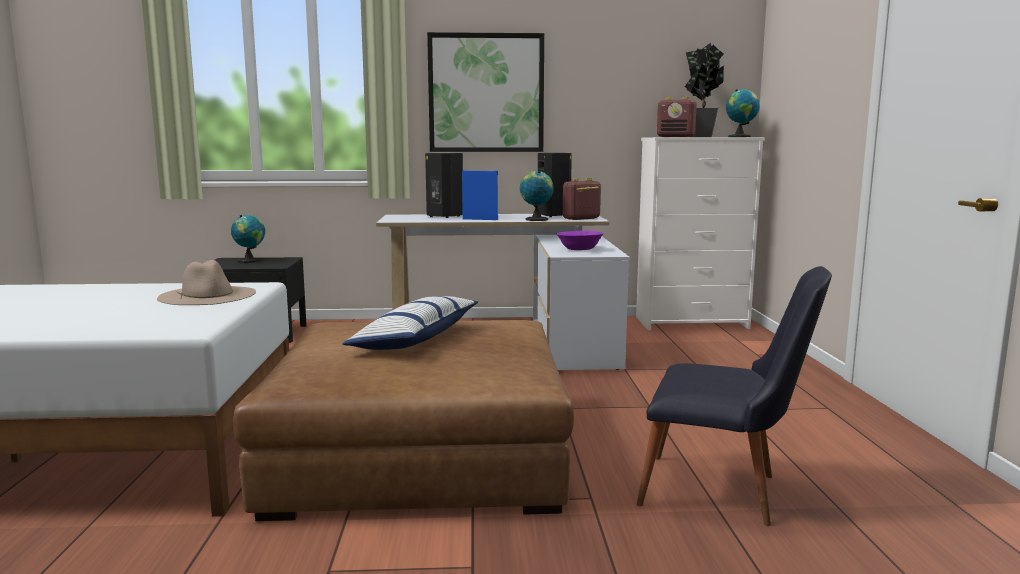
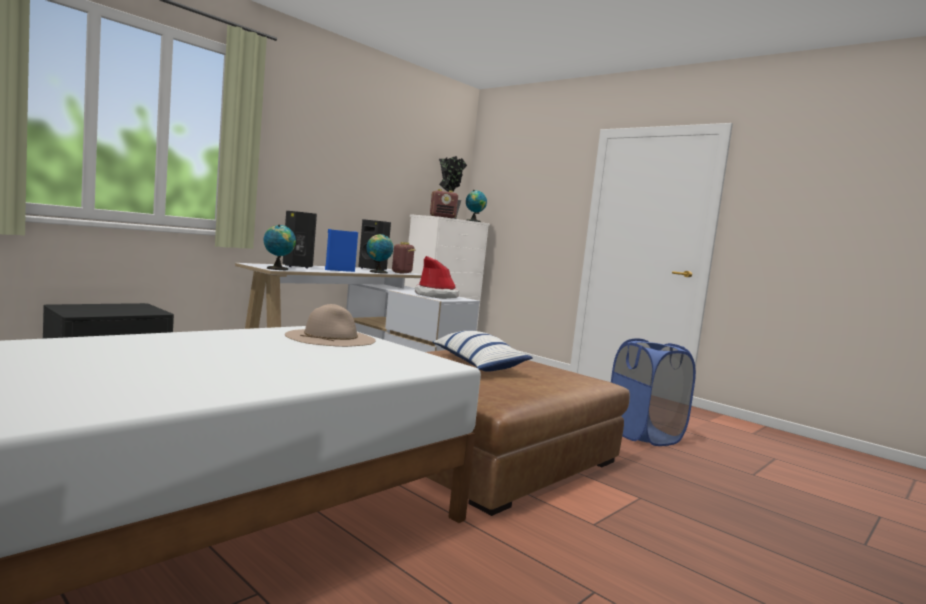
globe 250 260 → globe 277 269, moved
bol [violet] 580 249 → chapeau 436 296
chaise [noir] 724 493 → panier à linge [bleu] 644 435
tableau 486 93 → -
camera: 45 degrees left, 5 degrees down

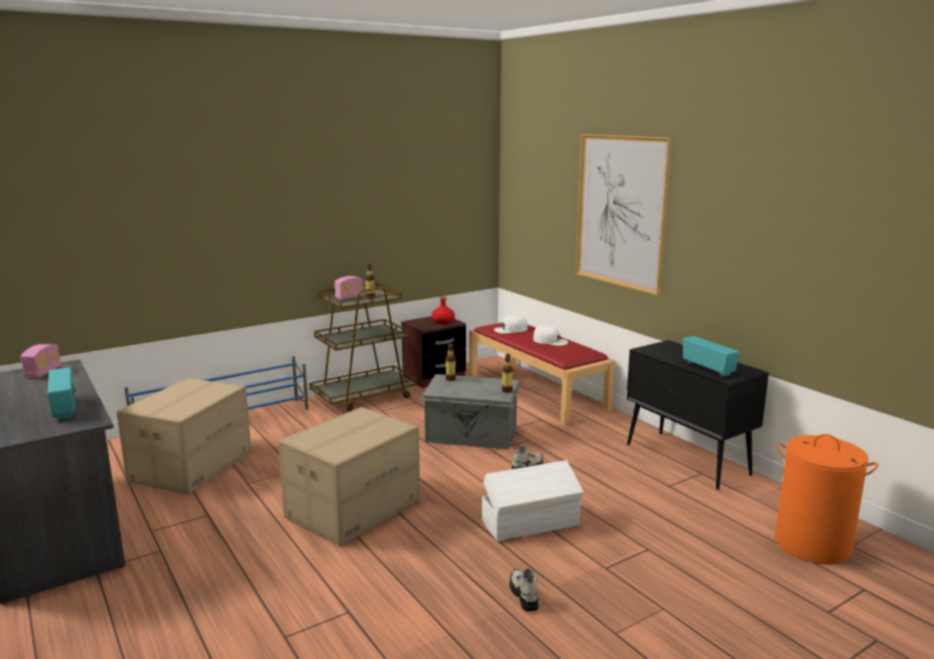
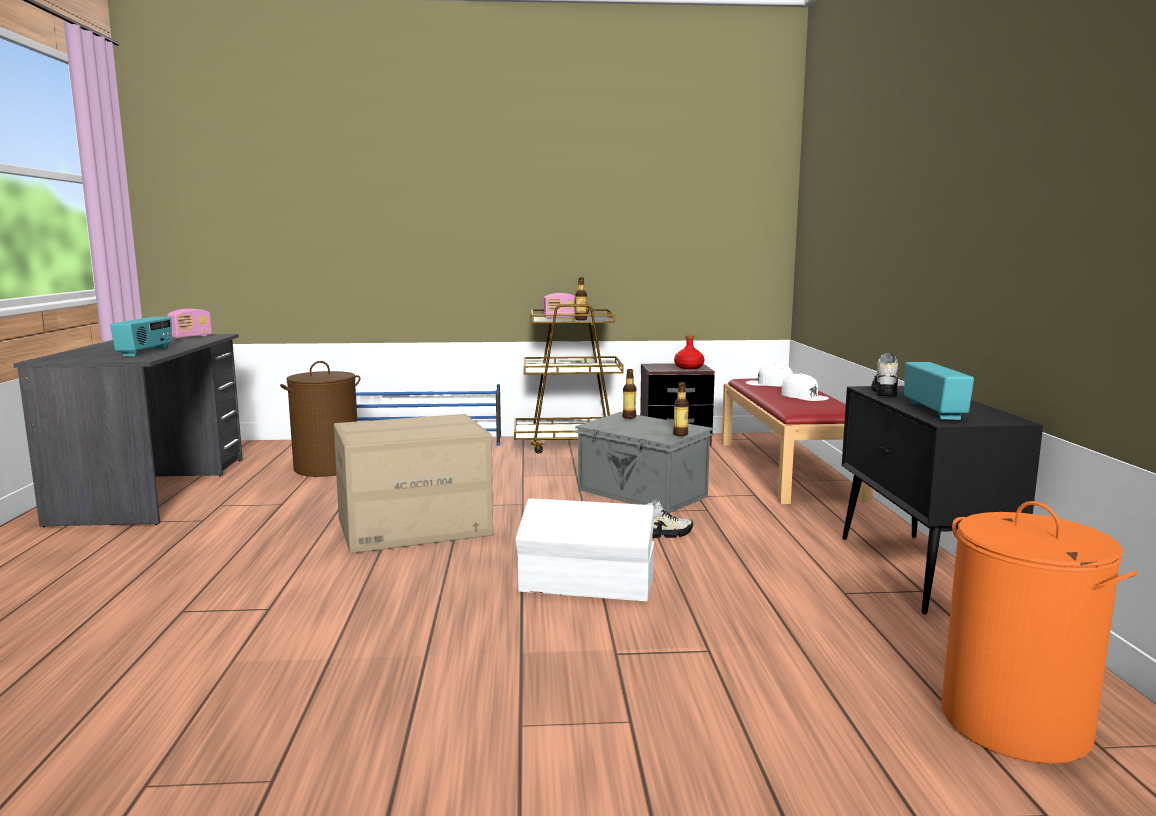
carton 191 466 → panier à linge [marron] 327 468
chaussure 523 595 → chaussure 884 392, moved
tableau 621 211 → -
camera: 30 degrees right, 5 degrees down

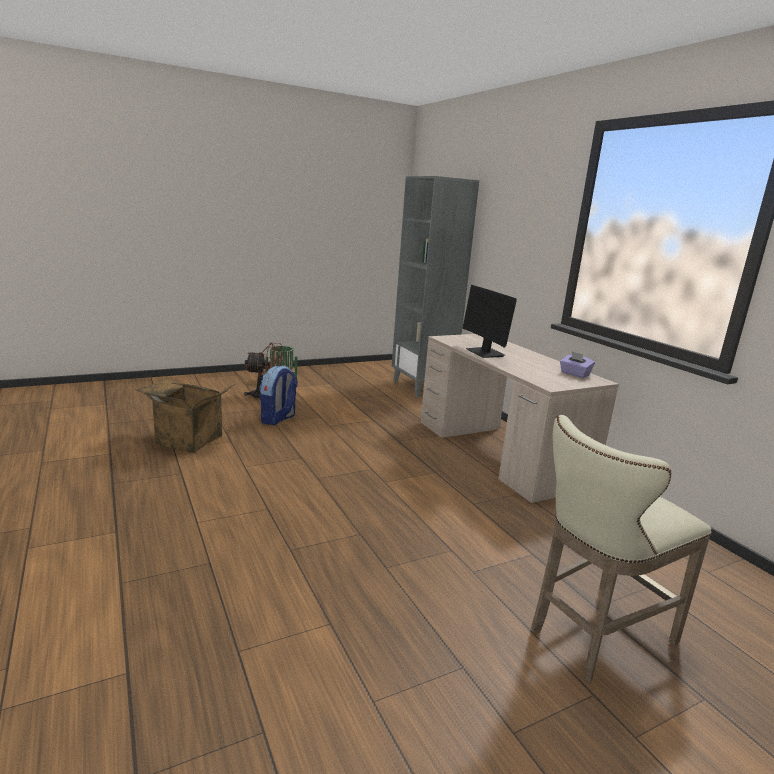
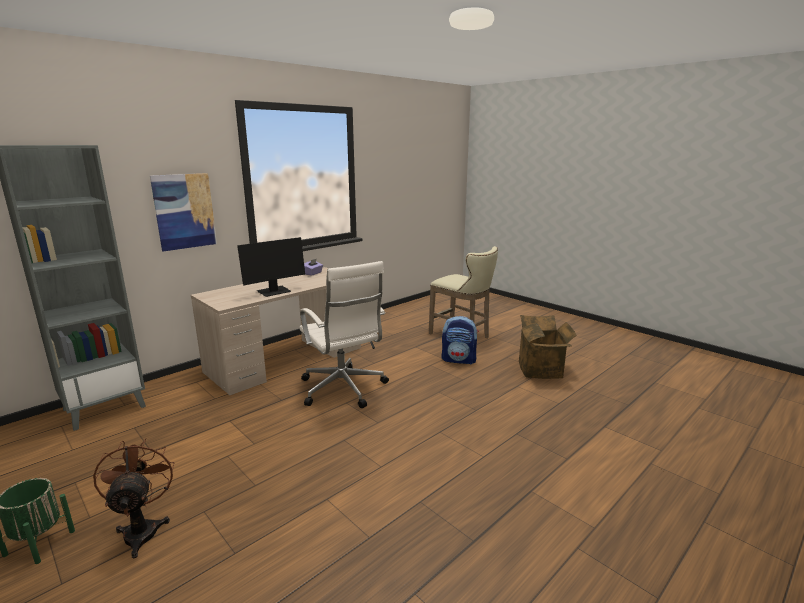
- → tableau 184 211
- → chaise de bureau [blanc] 343 389
sac à dos 278 419 → sac à dos 459 360, moved
carton 186 440 → carton 542 370, moved
camera: 105 degrees left, 0 degrees up

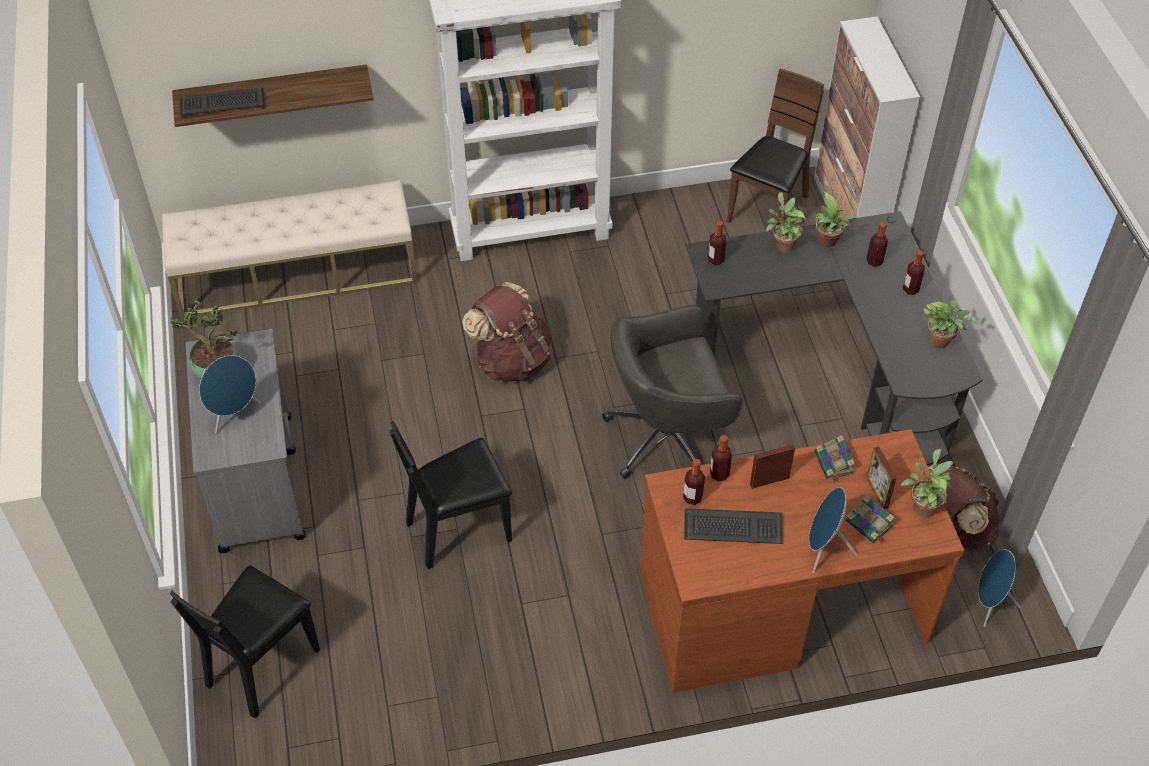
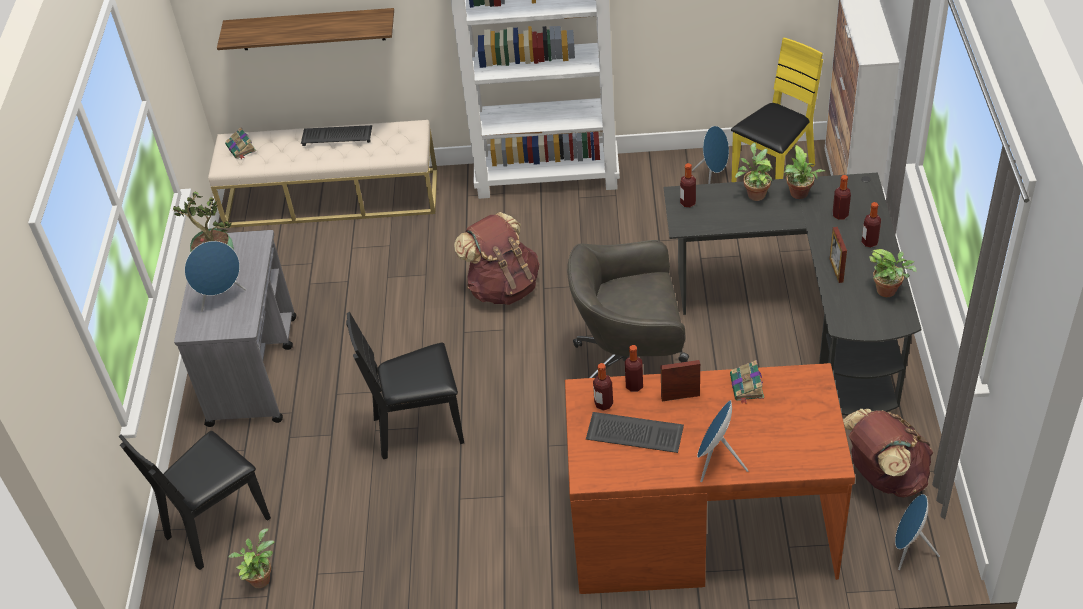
livre 870 525 → livre 241 148, moved
plante en pot 923 505 → plante en pot 260 577, moved
clavier 223 103 → clavier 338 136, moved
- → enceinte [bleu] 713 176
chaise [marron] 768 210 → chaise [jaune] 774 175
cadre photo 877 492 → cadre photo 836 270, moved
camera: 15 degrees right, 5 degrees down

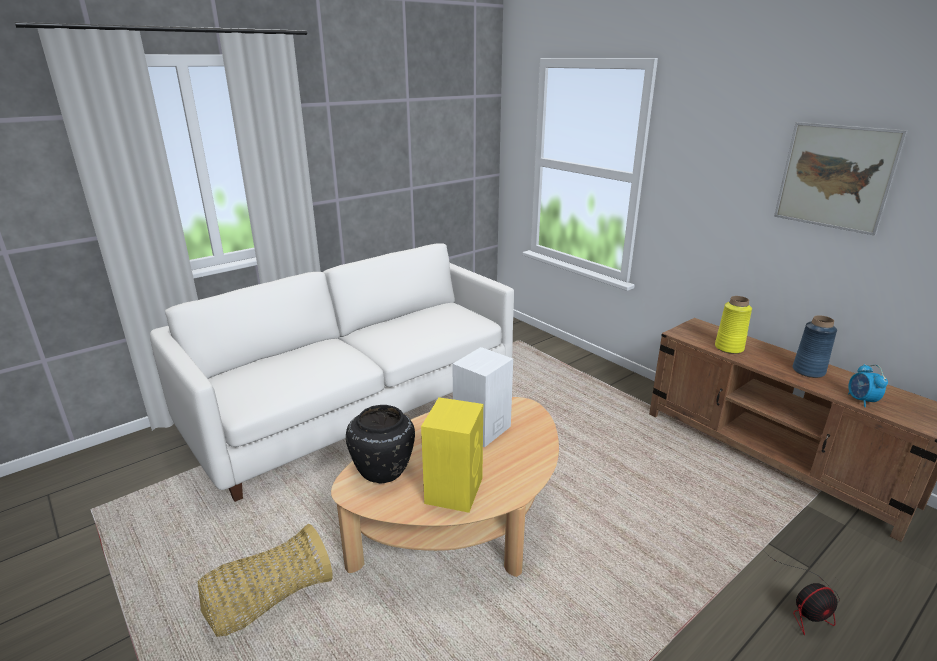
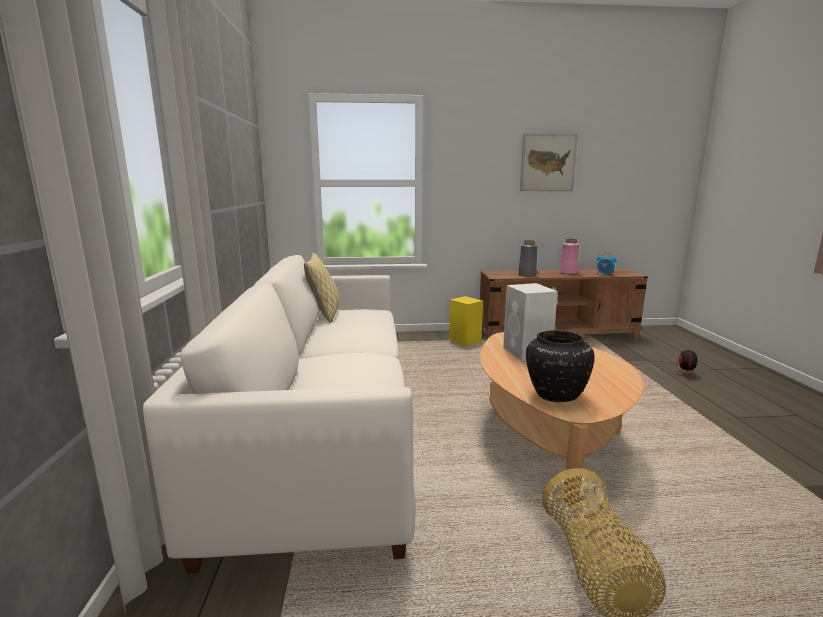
- → coussin 324 314
enceinte [jaune] 454 489 → enceinte [jaune] 464 341, moved
vase [jaune] 728 348 → vase [gris] 527 275
vase [bleu] 808 371 → vase [rose] 568 272
camera: 55 degrees left, 10 degrees down

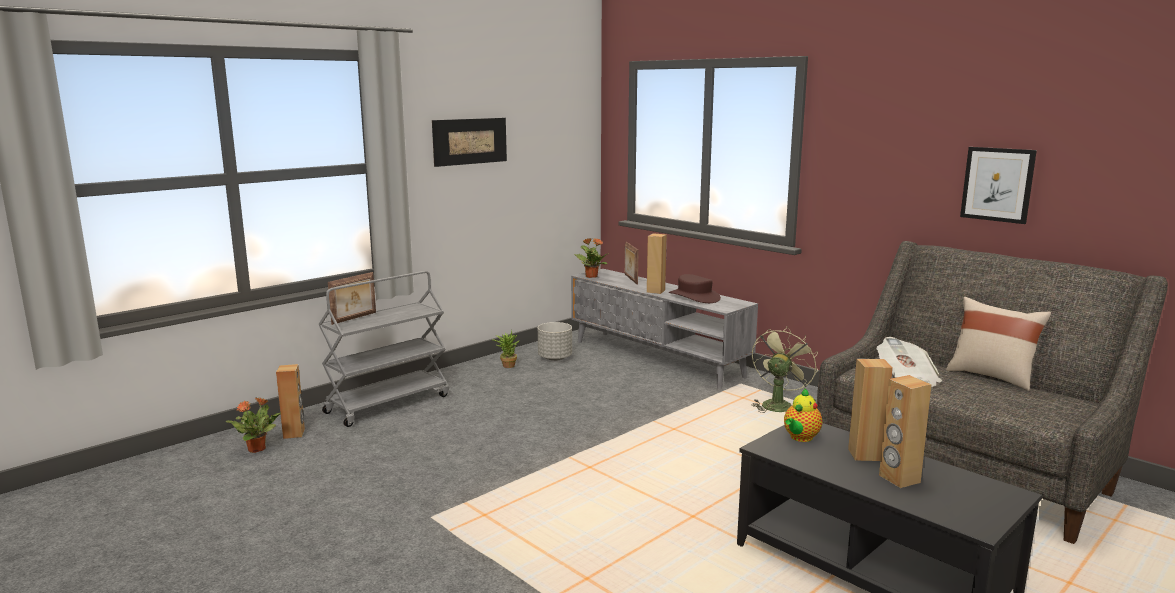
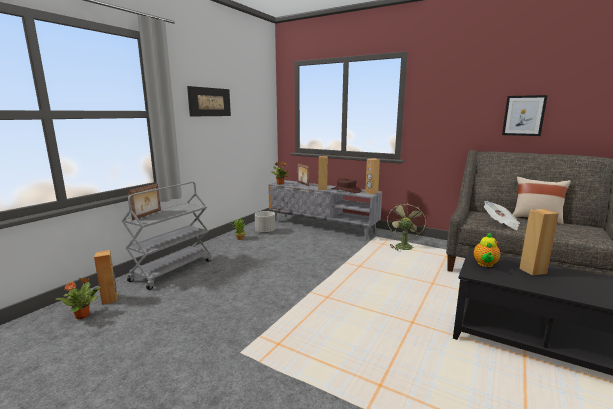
enceinte [marron] 899 479 → enceinte [marron] 371 192, moved
camera: 15 degrees left, 0 degrees up

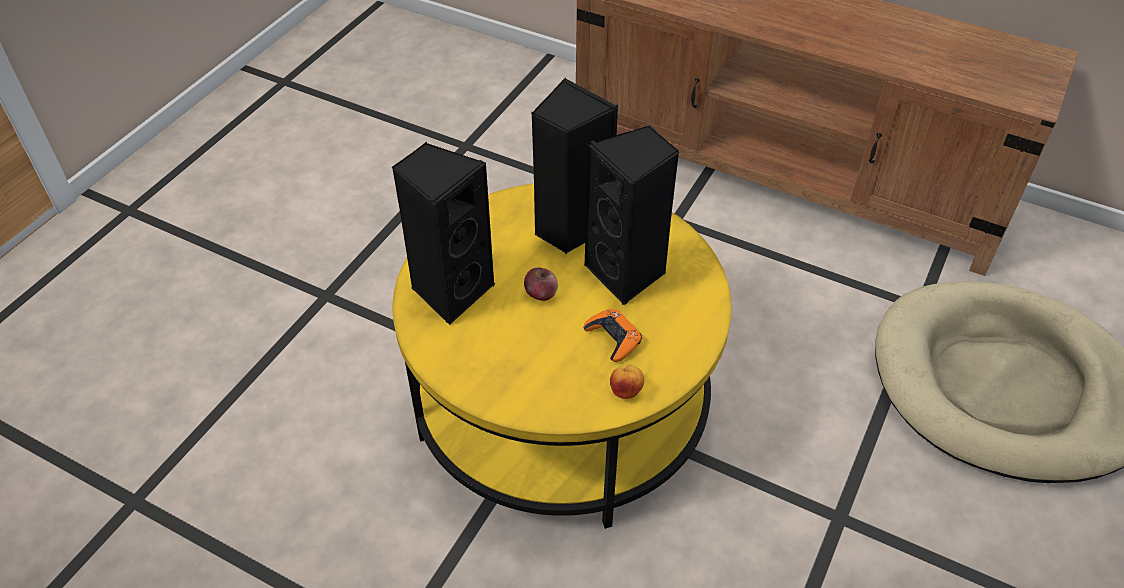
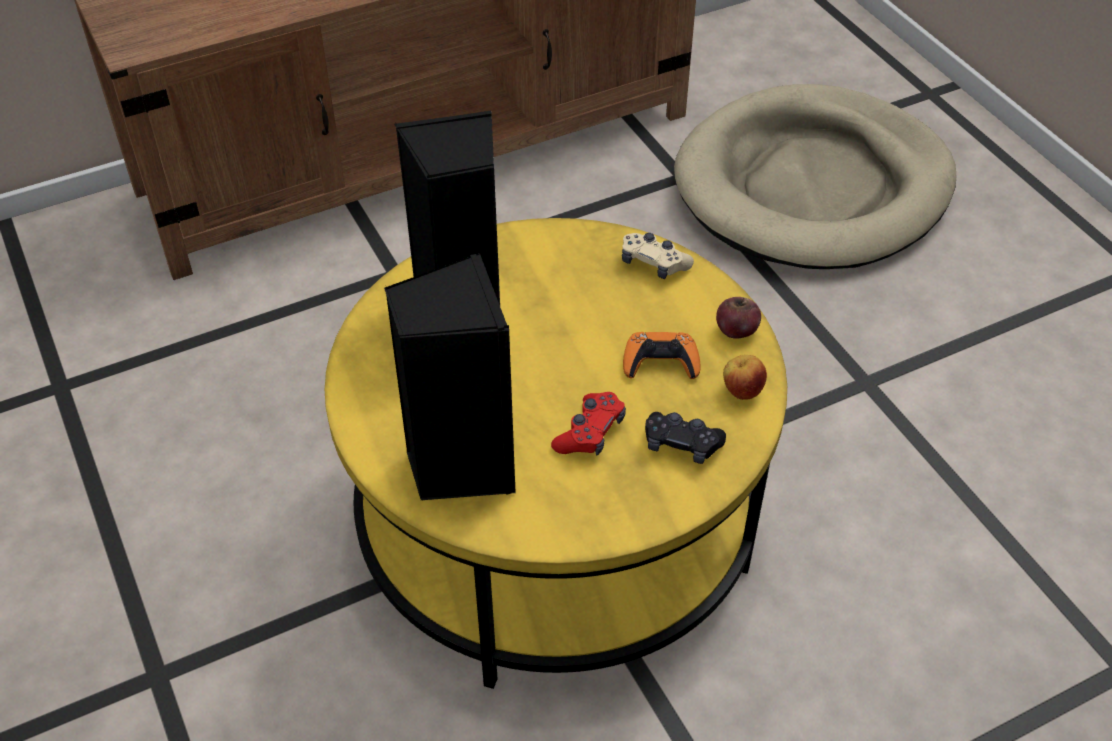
- → manette [rouge] 590 433
- → manette [beige] 653 263
- → manette [noir] 681 444
pomme 541 294 → pomme 736 330, moved
enceinte [noir] 627 273 → -
camera: 55 degrees left, 0 degrees up

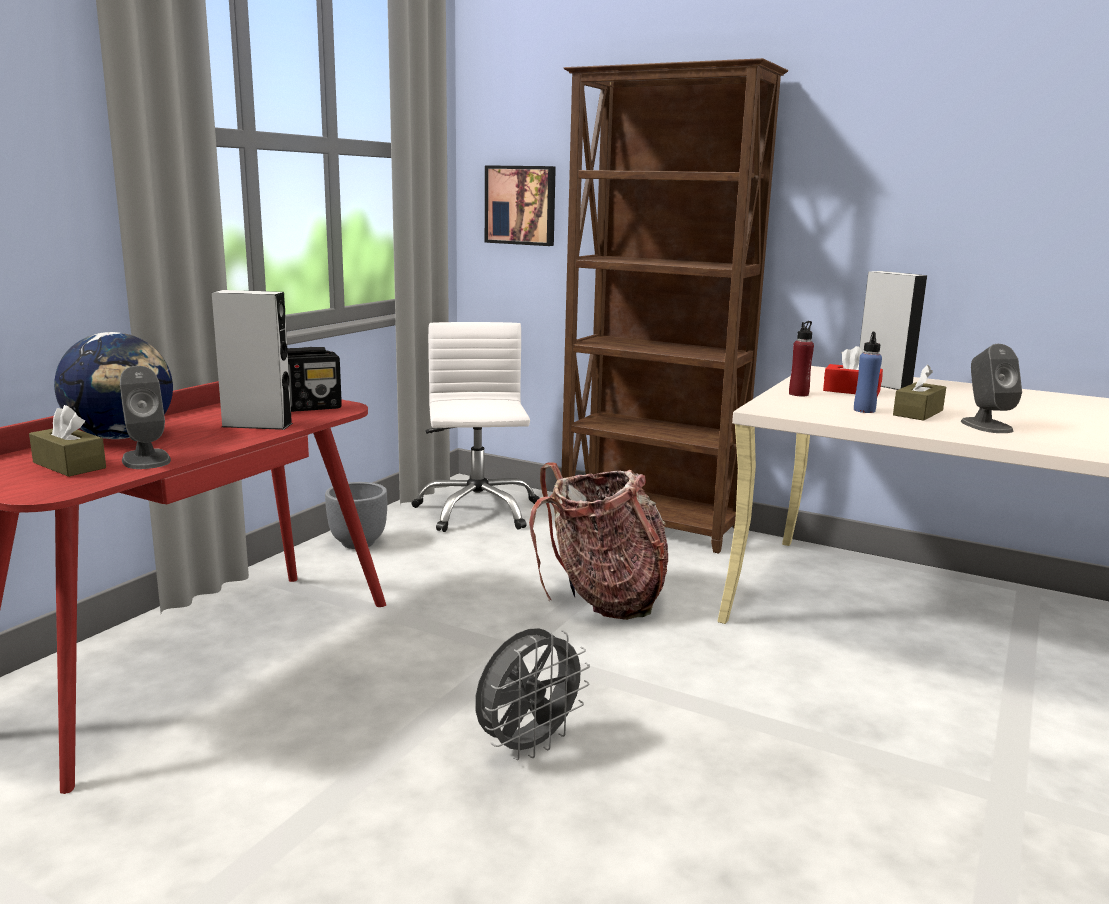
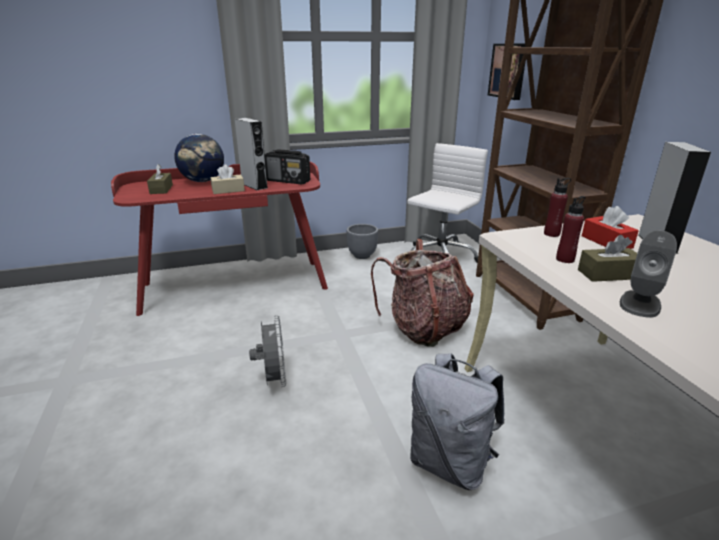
- → boîte à mouchoirs [beige] 228 190
ventilateur [gris] 528 745 → ventilateur [gris] 273 380, 105 degrees counterclockwise
- → sac à dos [gris] 450 463
bouteille [bleu] 864 410 → bouteille [rouge] 565 259
enceinte [gris] 146 459 → -
camera: 45 degrees right, 10 degrees up

